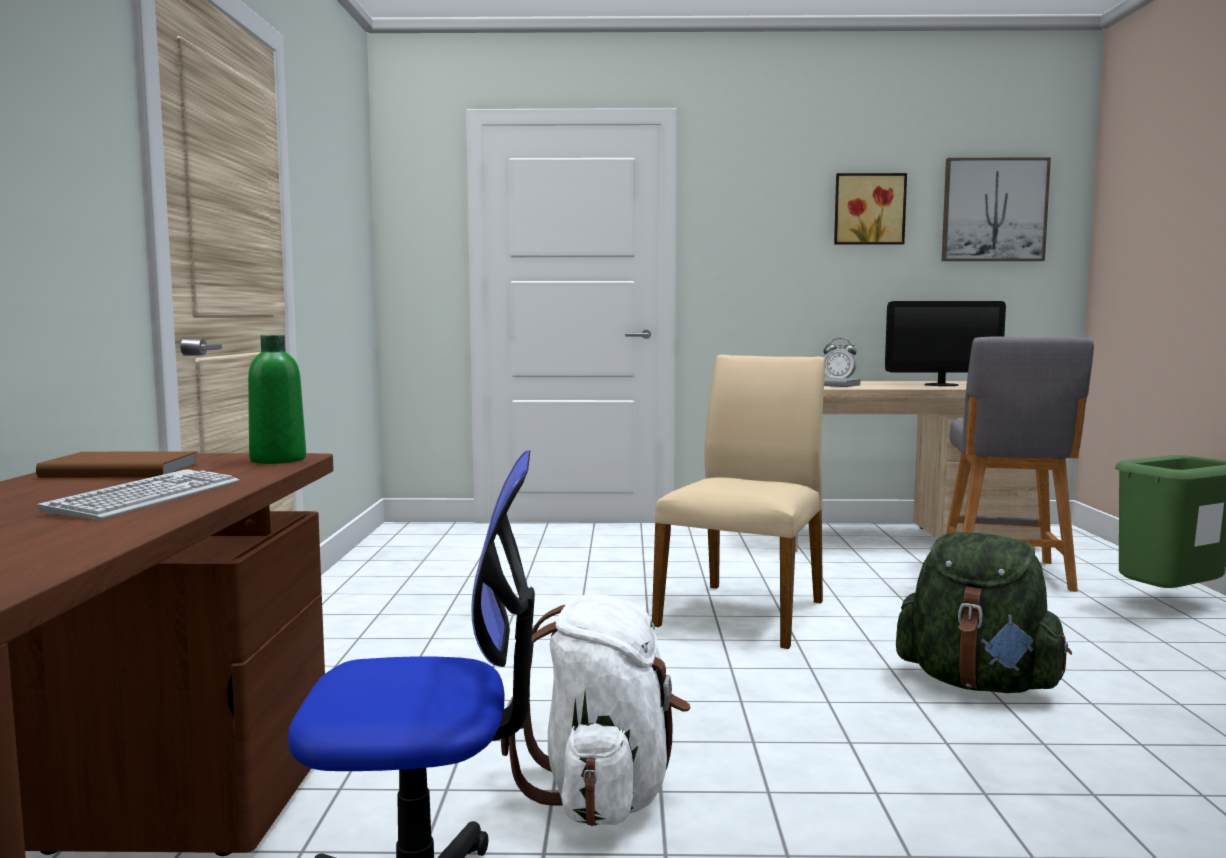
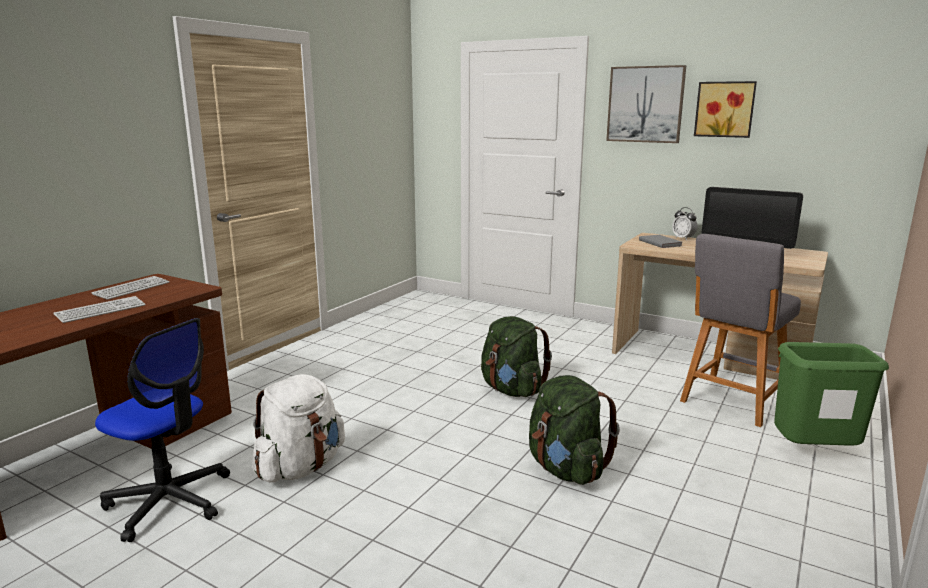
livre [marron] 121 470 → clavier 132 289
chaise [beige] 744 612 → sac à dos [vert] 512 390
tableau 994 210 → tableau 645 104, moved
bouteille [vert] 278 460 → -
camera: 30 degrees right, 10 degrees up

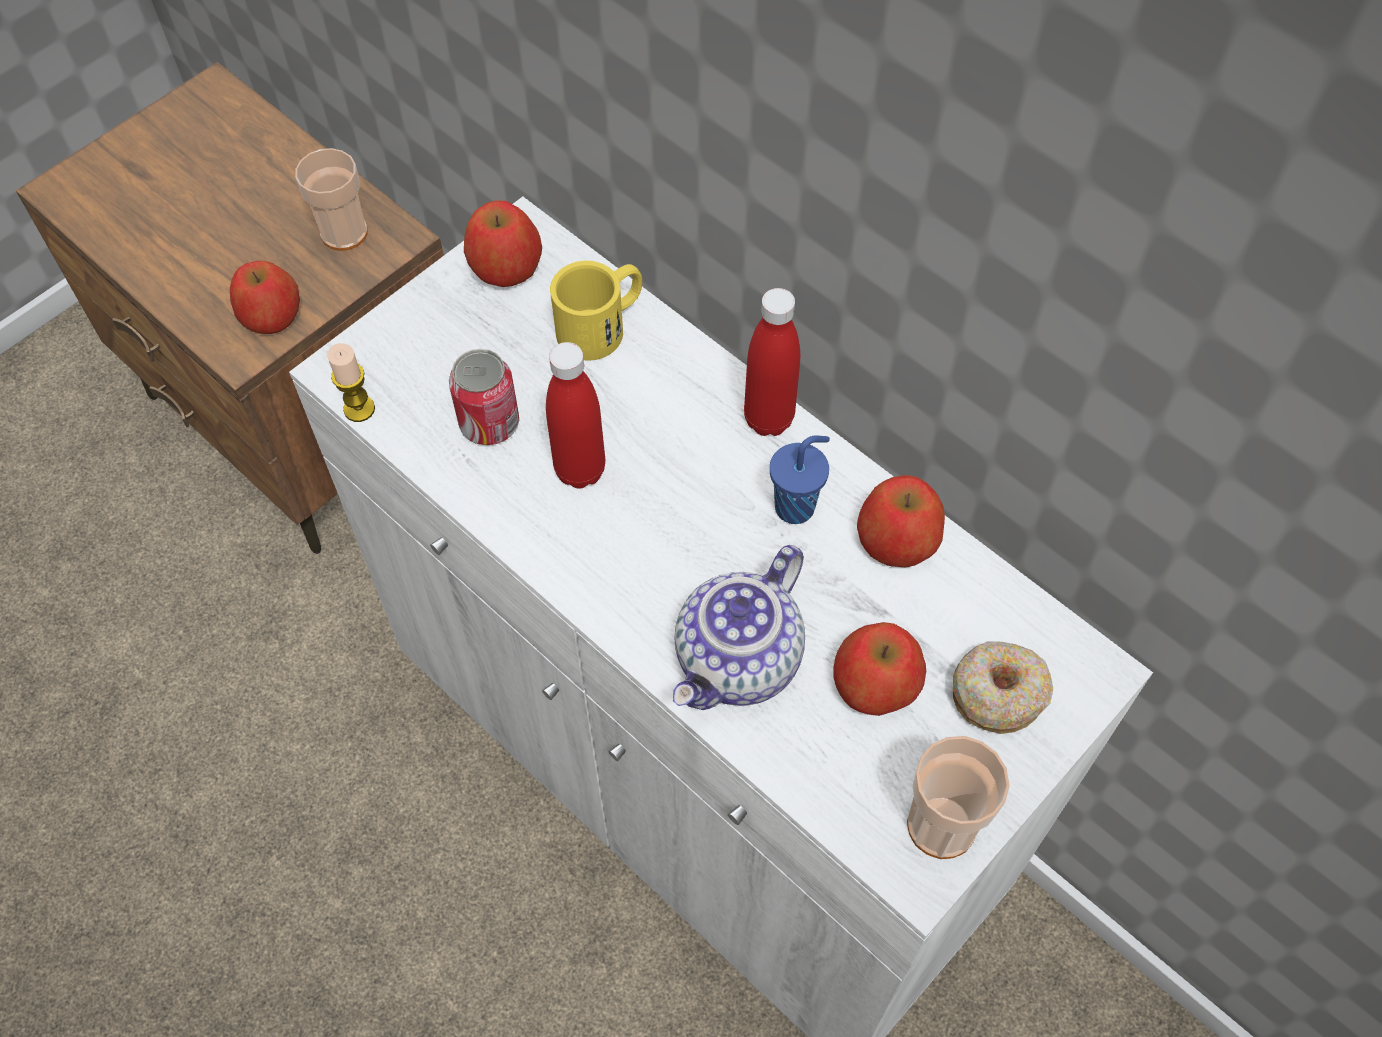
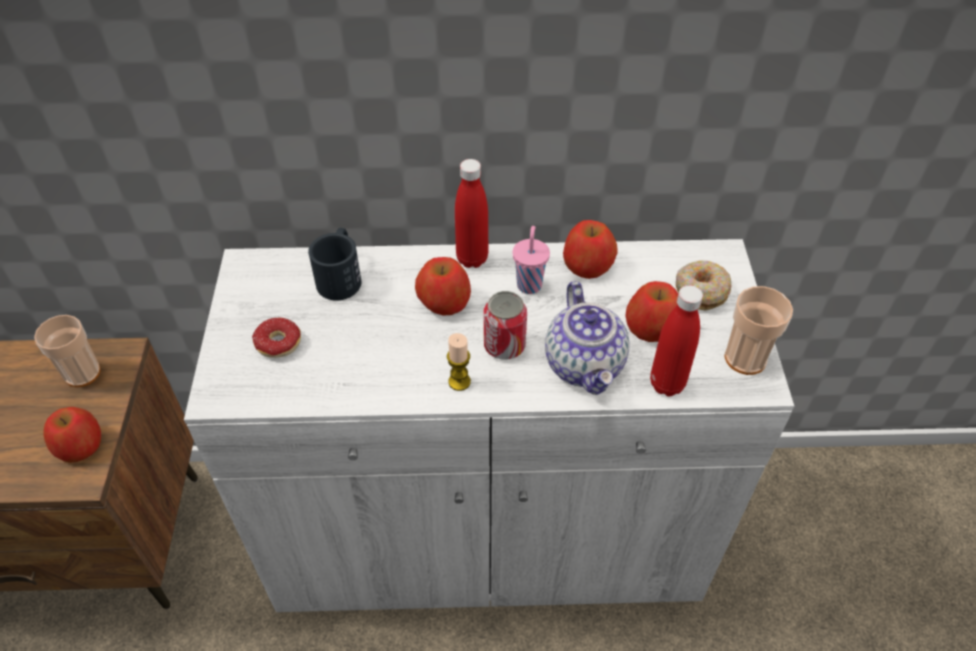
- → beignet 276 350
mug [jaune] 602 325 → mug [noir] 341 276
pomme 505 265 → pomme 444 301, moved
bougie 359 409 → bougie 459 381, moved
boîte métallique 489 423 → boîte métallique 504 346, moved
tasse [bleu] 796 506 → tasse [rose] 529 284
bouteille [rouge] 580 470 → bouteille [rouge] 667 384, moved
camera: 45 degrees left, 10 degrees down

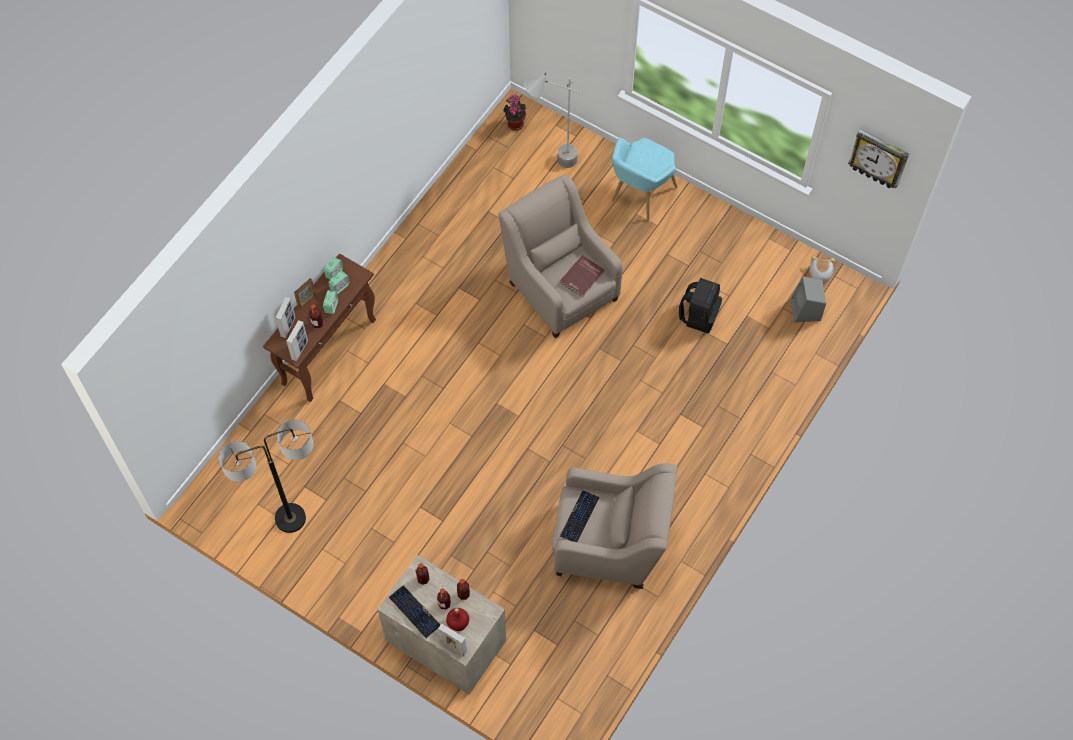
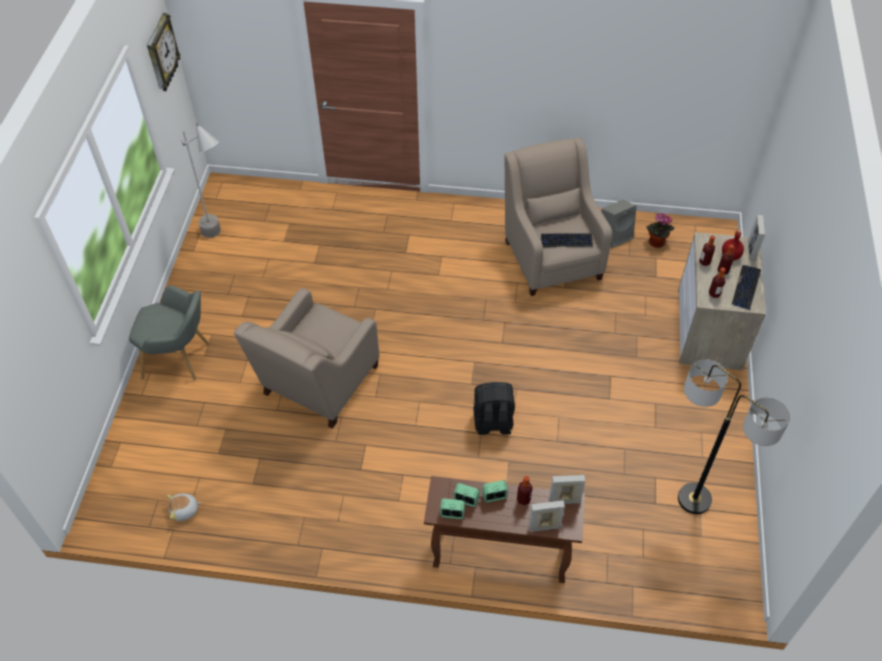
fauteuil [turquoise] 639 196 → fauteuil [gris] 181 360
peluche 820 273 → peluche 185 510, moved
lampadaire [gris] 551 165 → lampadaire [gris] 222 238, moved
sac à dos [noir] 699 315 → sac à dos [noir] 492 423, moved
enceinte [gris] 806 310 → enceinte [gris] 616 234, moved
plante en pot 515 123 → plante en pot 655 243, moved
cadre photo 307 301 → -
livre [rouge] 582 277 → -
camera: 115 degrees left, 10 degrees down

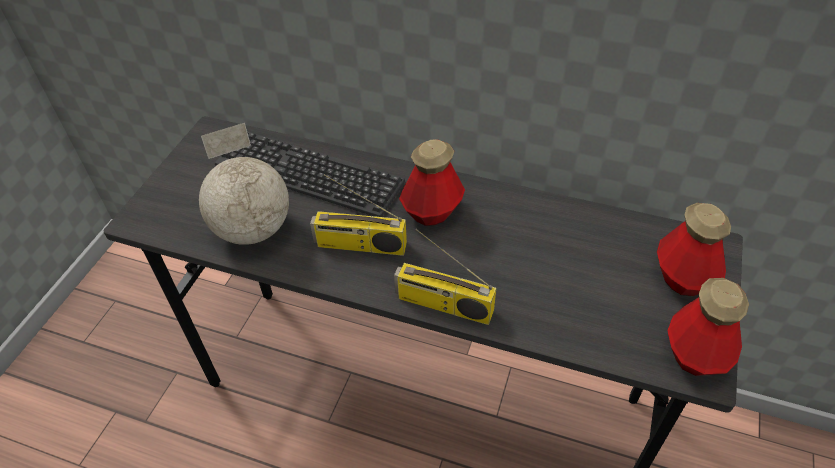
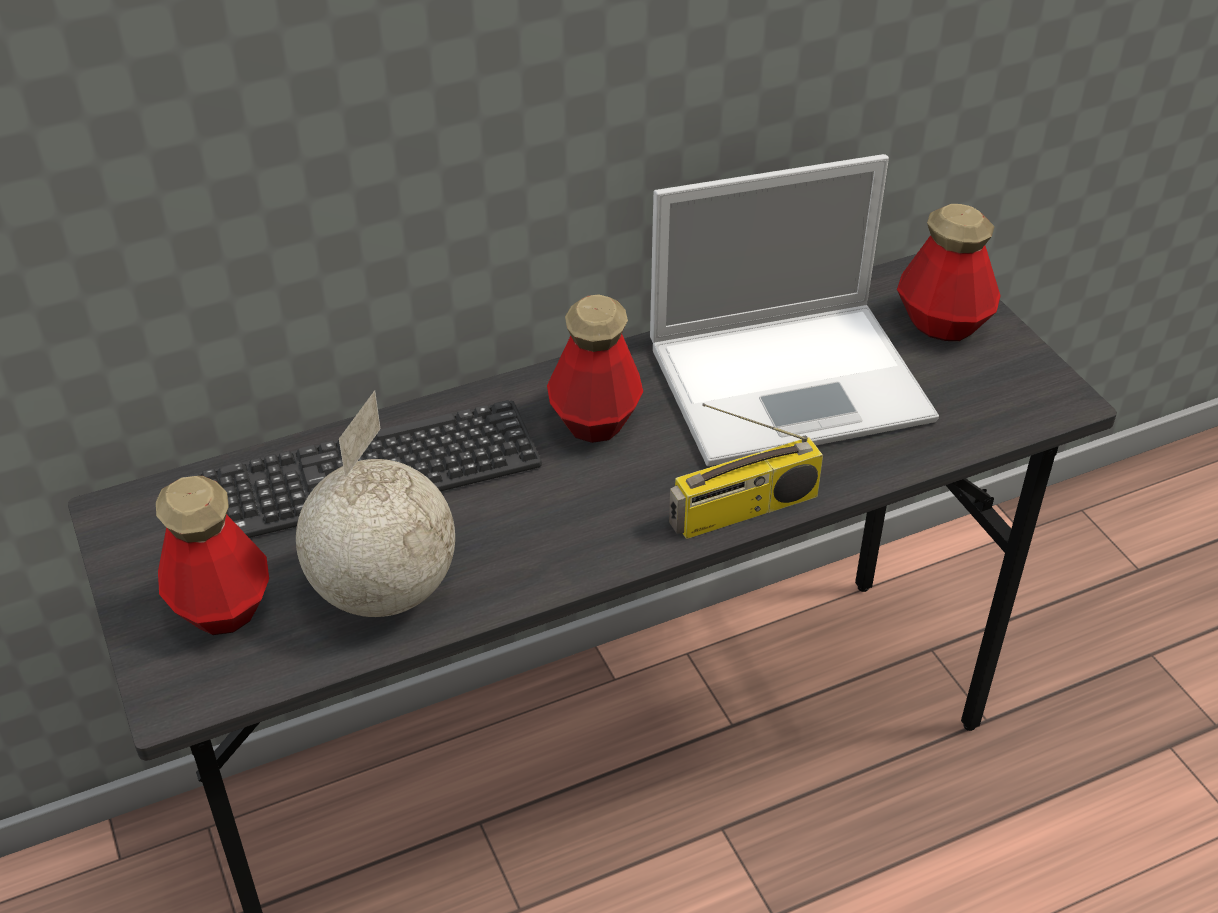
bouteille 695 355 → bouteille 221 606, moved
- → ordinateur portable 794 381
radio 359 245 → -
camera: 45 degrees left, 5 degrees down

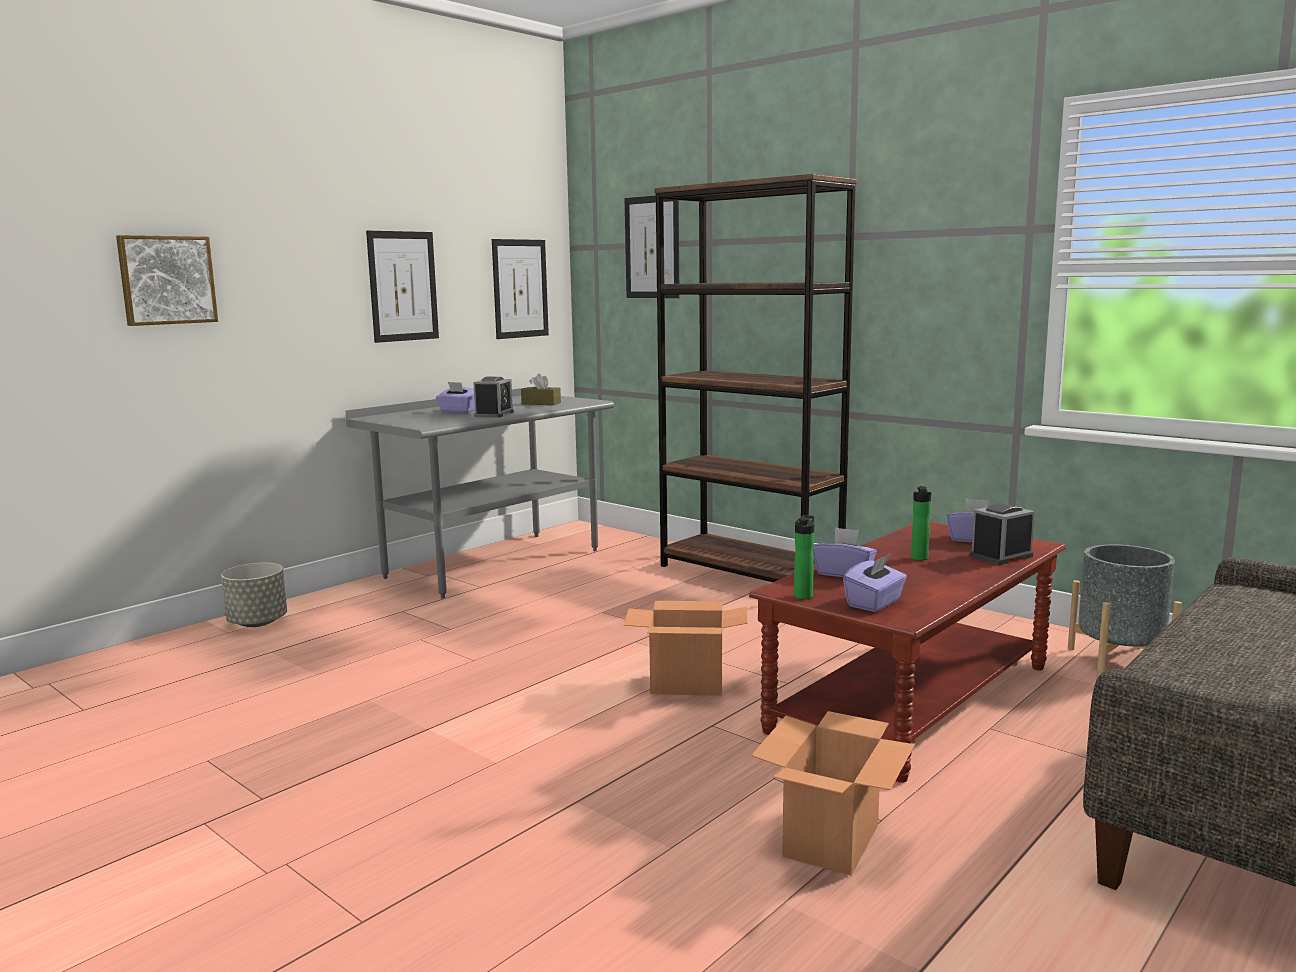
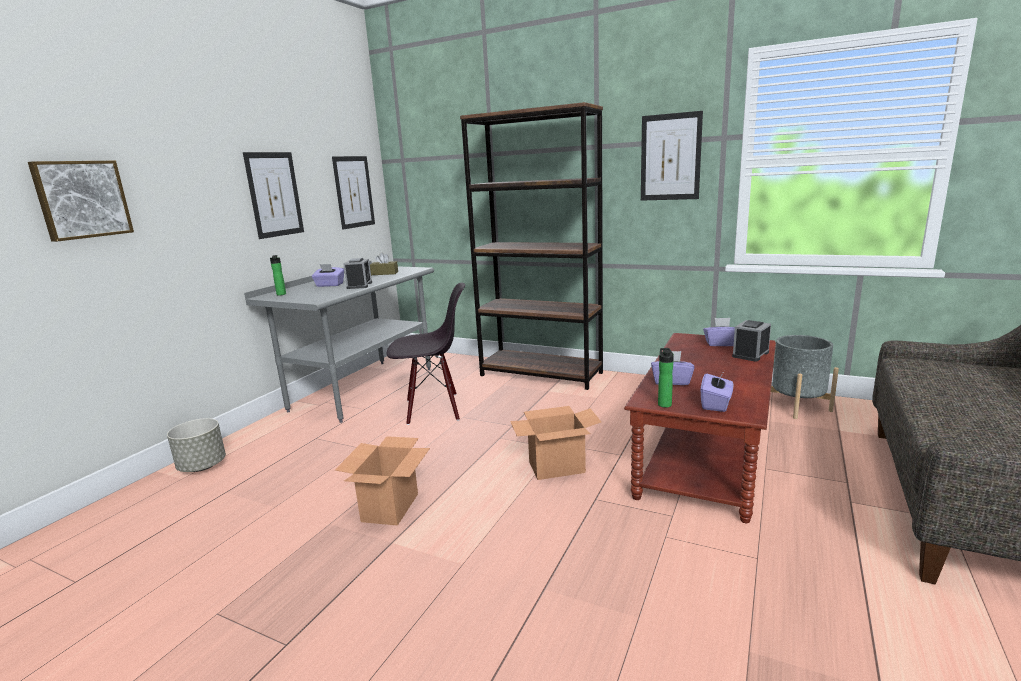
bouteille 920 558 → bouteille 281 294, moved
carton 831 840 → carton 390 507, moved
- → chaise [noir] 433 409
tableau 652 247 → tableau 670 157, moved
camera: 15 degrees left, 5 degrees up

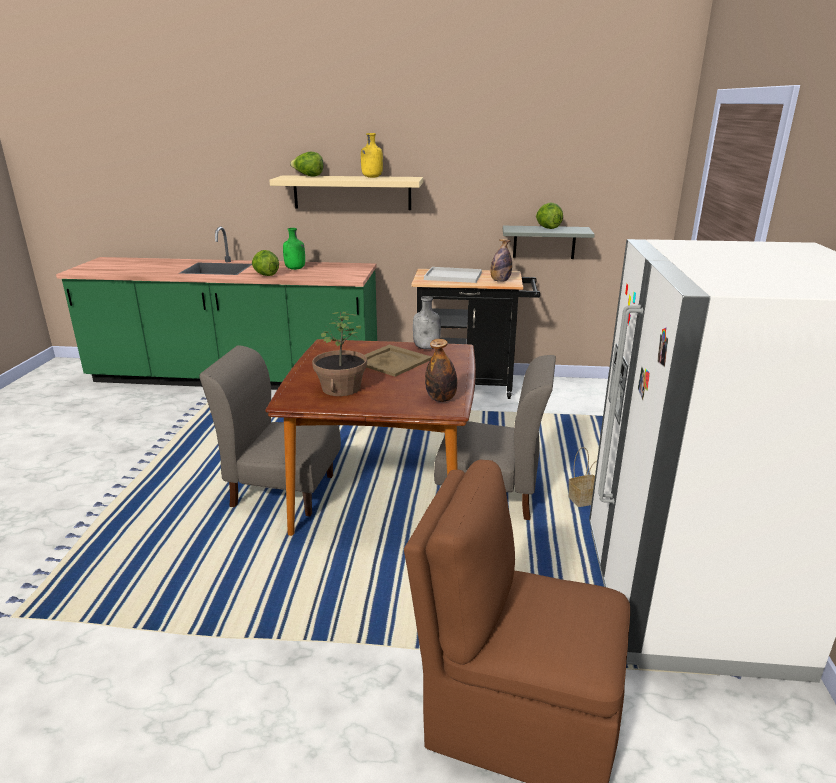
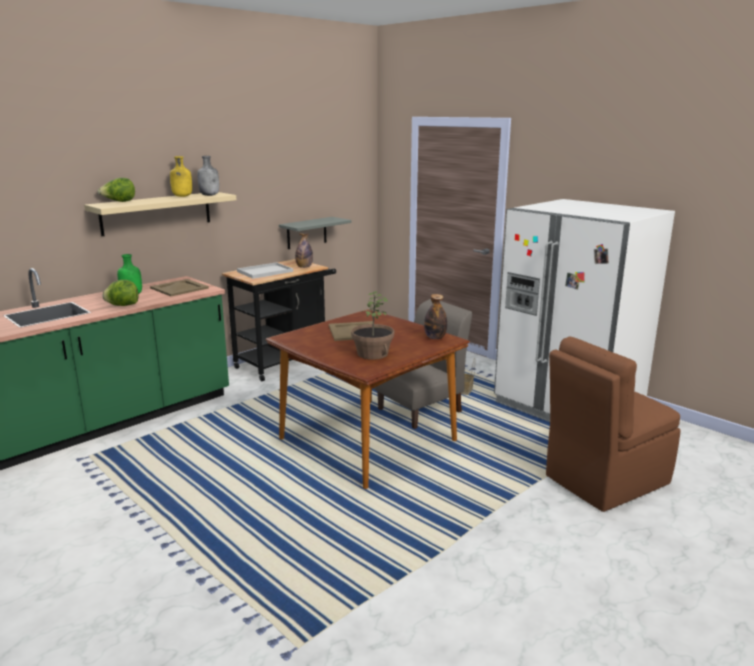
- → plateau [beige] 179 288
bouteille [gris] 427 347 → bouteille [gris] 210 195, moved
chaise [gris] 282 490 → -
laitue 547 228 → -
camera: 50 degrees left, 5 degrees down

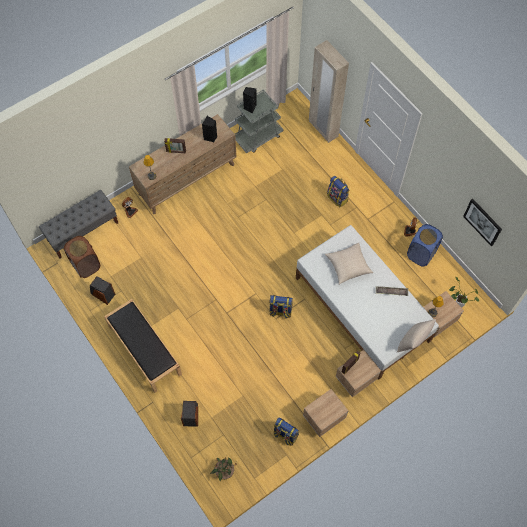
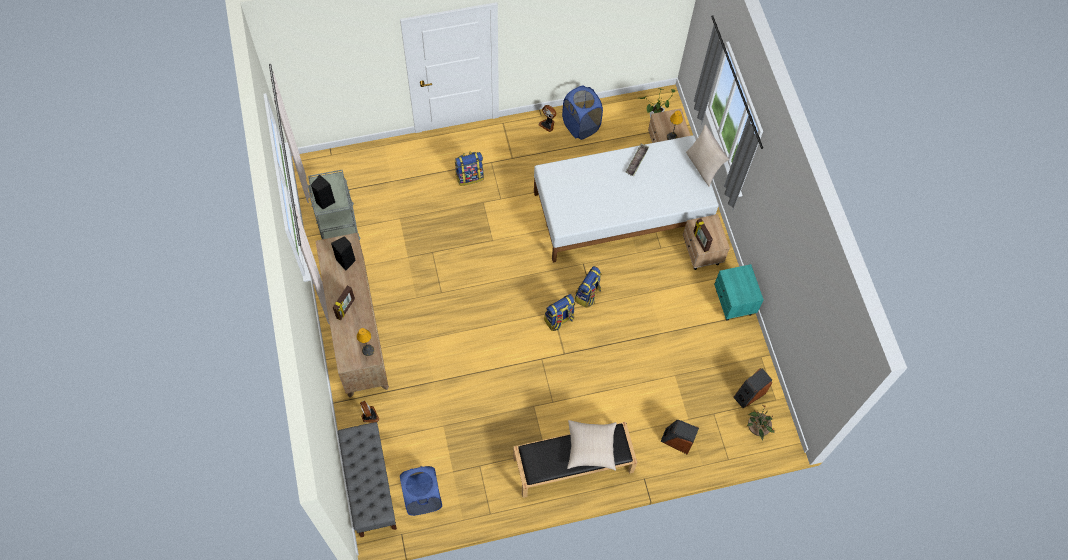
panier à linge [marron] 85 265 → panier à linge [bleu] 423 498
sac à dos 285 435 → sac à dos 559 320, moved
coussin [beige] 348 266 → coussin [beige] 591 447, moved
table de chevet [beige] 323 418 → table de chevet [turquoise] 733 303
enceinte 102 294 → enceinte 749 394, moved
armoire [beige] 323 129 → -
tableau 482 222 → -
camera: 70 degrees left, 0 degrees up

